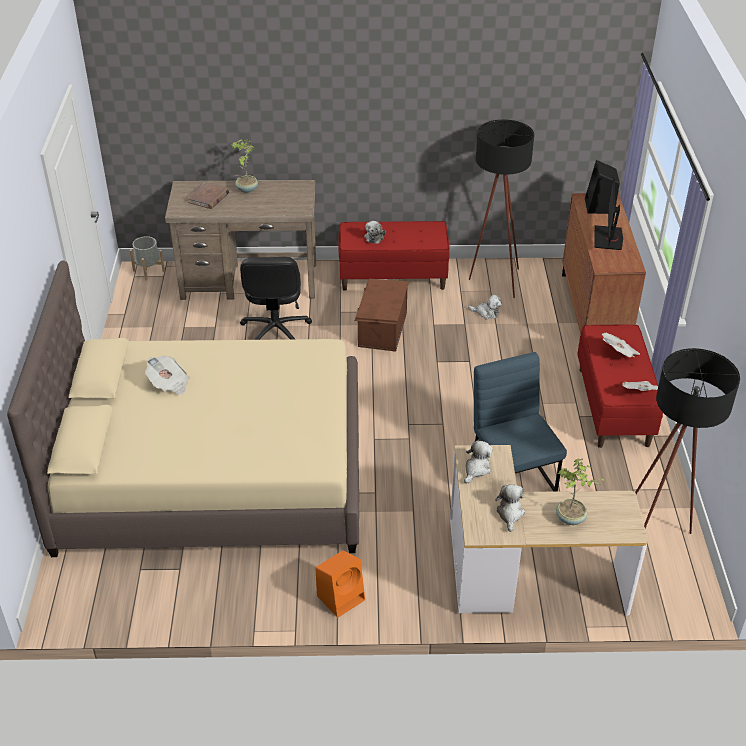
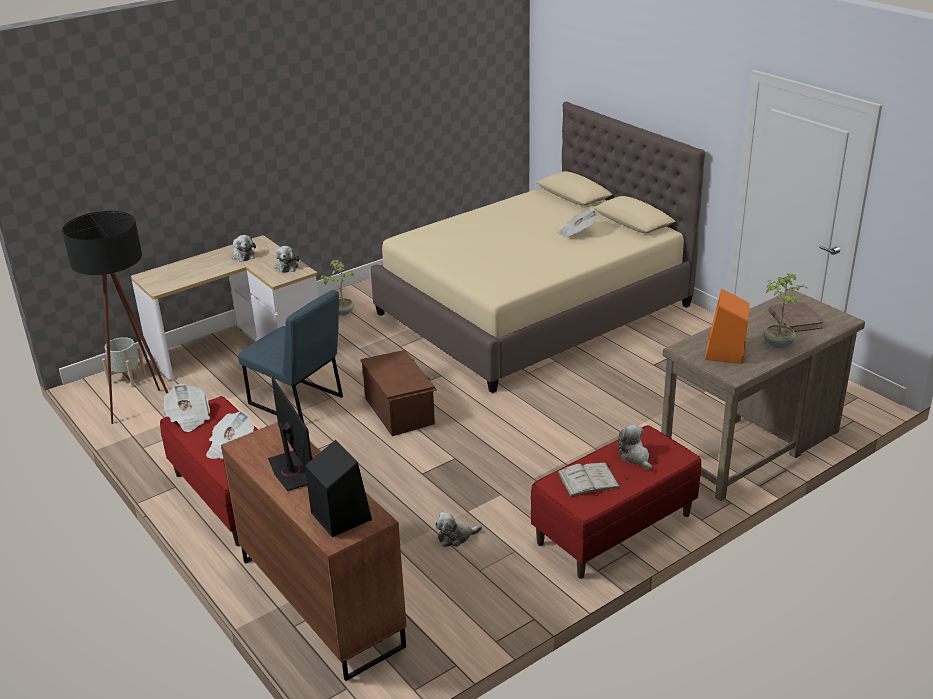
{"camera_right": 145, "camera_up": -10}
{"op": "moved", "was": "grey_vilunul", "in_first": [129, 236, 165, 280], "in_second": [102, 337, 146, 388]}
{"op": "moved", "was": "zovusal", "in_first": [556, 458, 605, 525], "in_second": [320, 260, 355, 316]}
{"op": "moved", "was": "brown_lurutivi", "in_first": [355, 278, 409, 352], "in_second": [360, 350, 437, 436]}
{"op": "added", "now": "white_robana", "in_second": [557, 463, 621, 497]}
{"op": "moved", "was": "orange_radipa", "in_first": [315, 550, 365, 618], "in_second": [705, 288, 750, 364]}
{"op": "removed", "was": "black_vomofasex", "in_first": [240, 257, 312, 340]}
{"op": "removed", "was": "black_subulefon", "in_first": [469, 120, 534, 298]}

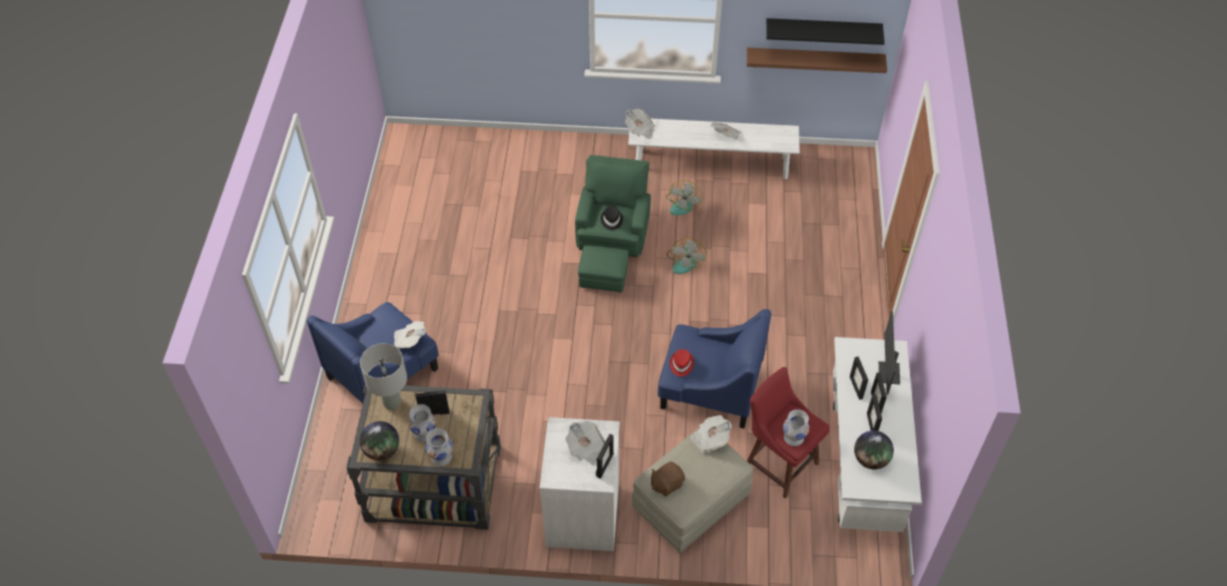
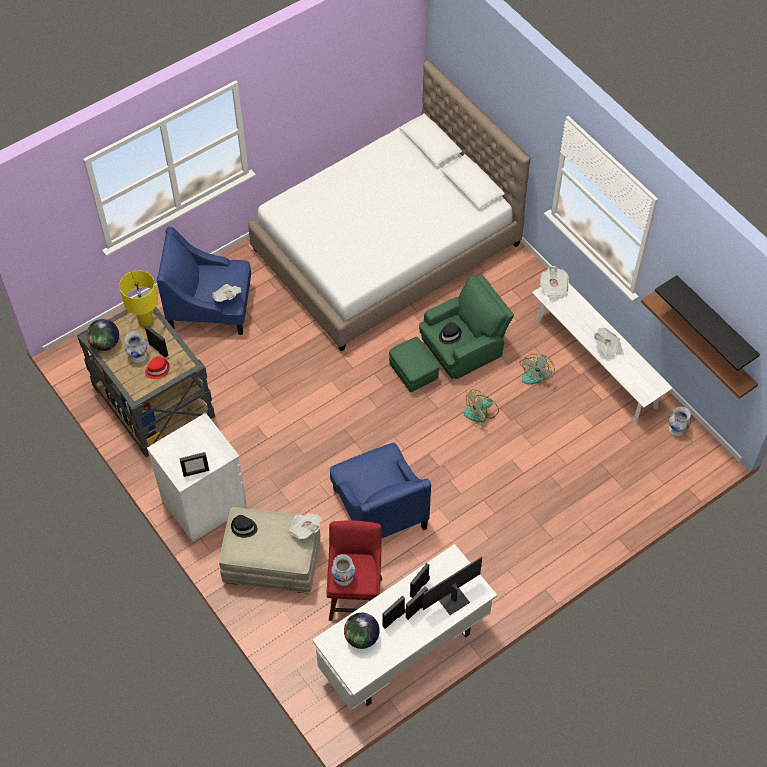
{"camera_right": 50, "camera_up": 5}
{"op": "recoloured", "was": "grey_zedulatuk", "now": "yellow_zedulatuk", "in_first": [360, 343, 407, 410], "in_second": [119, 270, 158, 327]}
{"op": "moved", "was": "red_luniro", "in_first": [670, 349, 694, 377], "in_second": [145, 356, 170, 379]}
{"op": "replaced", "was": "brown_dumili", "now": "black_luniro", "in_first": [651, 462, 685, 497], "in_second": [231, 515, 257, 538]}
{"op": "added", "now": "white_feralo", "in_second": [248, 61, 530, 352]}
{"op": "turned", "was": "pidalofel", "in_first": [666, 180, 703, 215], "in_second": [519, 353, 555, 384], "clockwise": -45}
{"op": "moved", "was": "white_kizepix", "in_first": [425, 428, 453, 466], "in_second": [669, 407, 691, 436]}
{"op": "removed", "was": "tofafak", "in_first": [566, 421, 605, 466]}

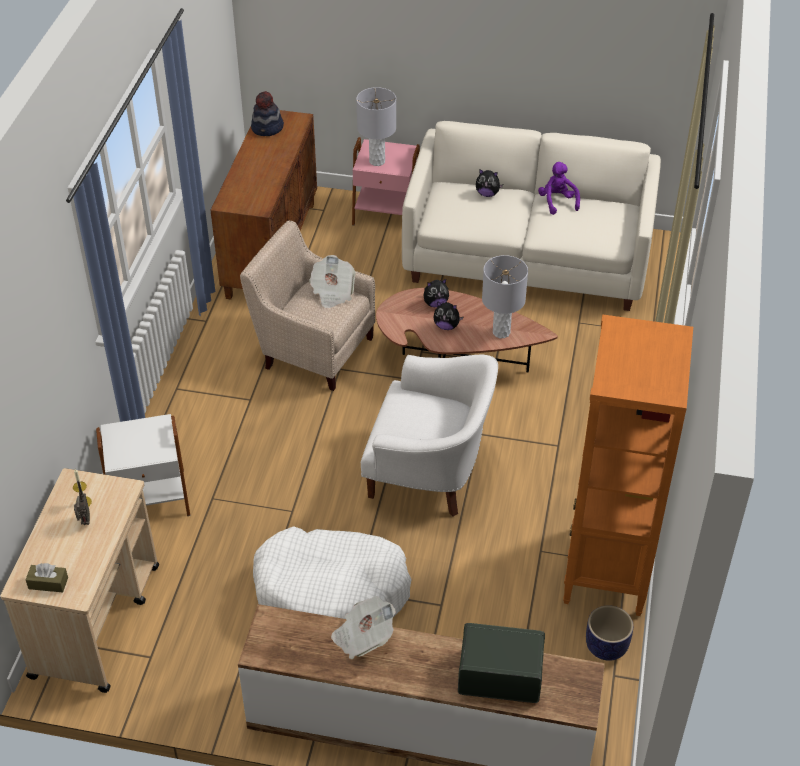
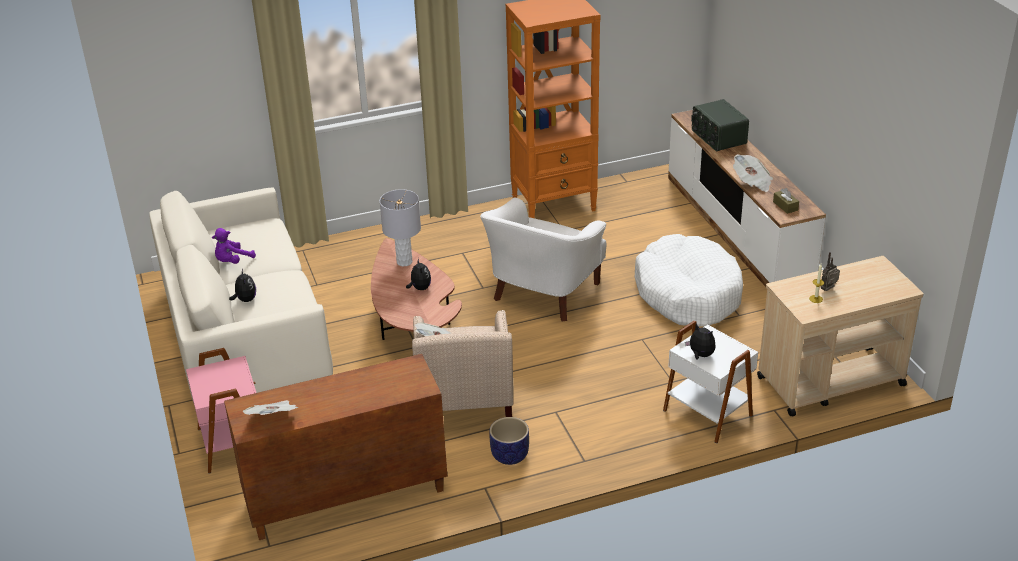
{"camera_right": -120, "camera_up": -10}
{"op": "replaced", "was": "luniro", "now": "tofafak", "in_first": [251, 91, 284, 136], "in_second": [243, 400, 298, 415]}
{"op": "turned", "was": "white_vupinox", "in_first": [361, 355, 498, 517], "in_second": [480, 197, 607, 322], "clockwise": -135}
{"op": "moved", "was": "vilunul", "in_first": [586, 605, 633, 661], "in_second": [489, 417, 529, 465]}
{"op": "moved", "was": "dumili", "in_first": [424, 279, 449, 307], "in_second": [685, 323, 716, 360]}
{"op": "moved", "was": "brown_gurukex", "in_first": [26, 563, 68, 592], "in_second": [773, 188, 799, 214]}
{"op": "removed", "was": "grey_zedulatuk", "in_first": [356, 87, 396, 166]}

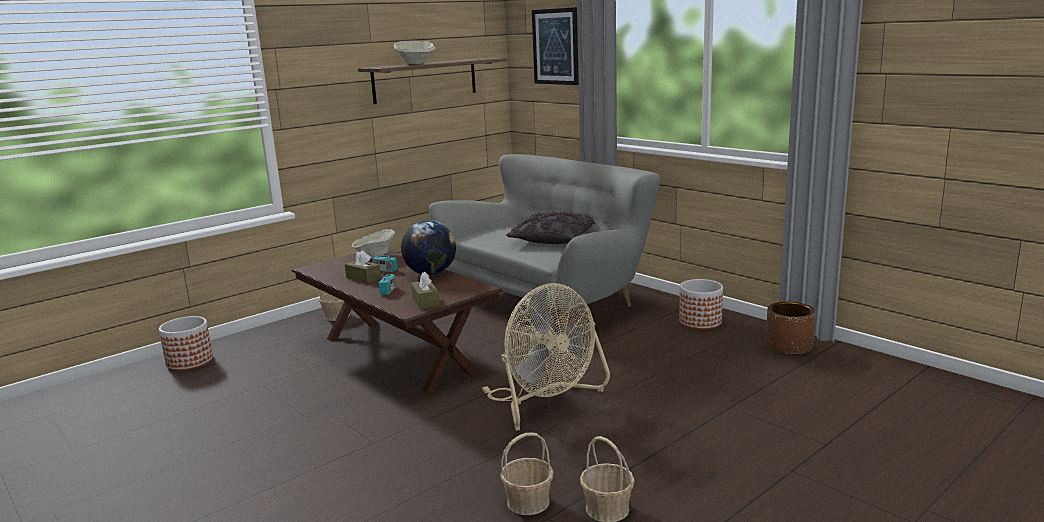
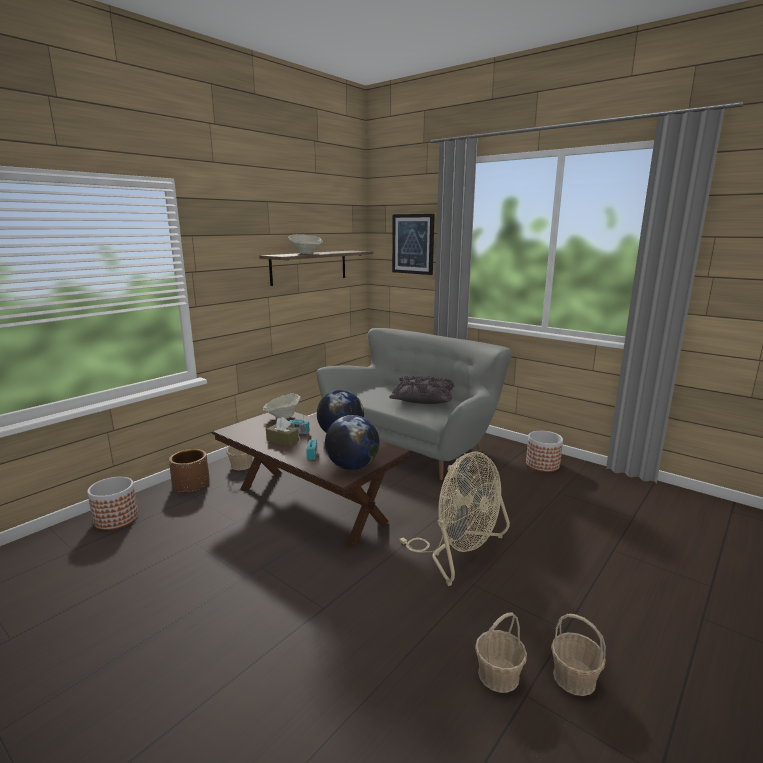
{"camera_right": -10, "camera_up": 0}
{"op": "moved", "was": "brown_vilunul", "in_first": [765, 301, 816, 355], "in_second": [169, 449, 210, 492]}
{"op": "replaced", "was": "brown_gurukex", "now": "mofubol", "in_first": [411, 271, 440, 309], "in_second": [325, 415, 380, 470]}

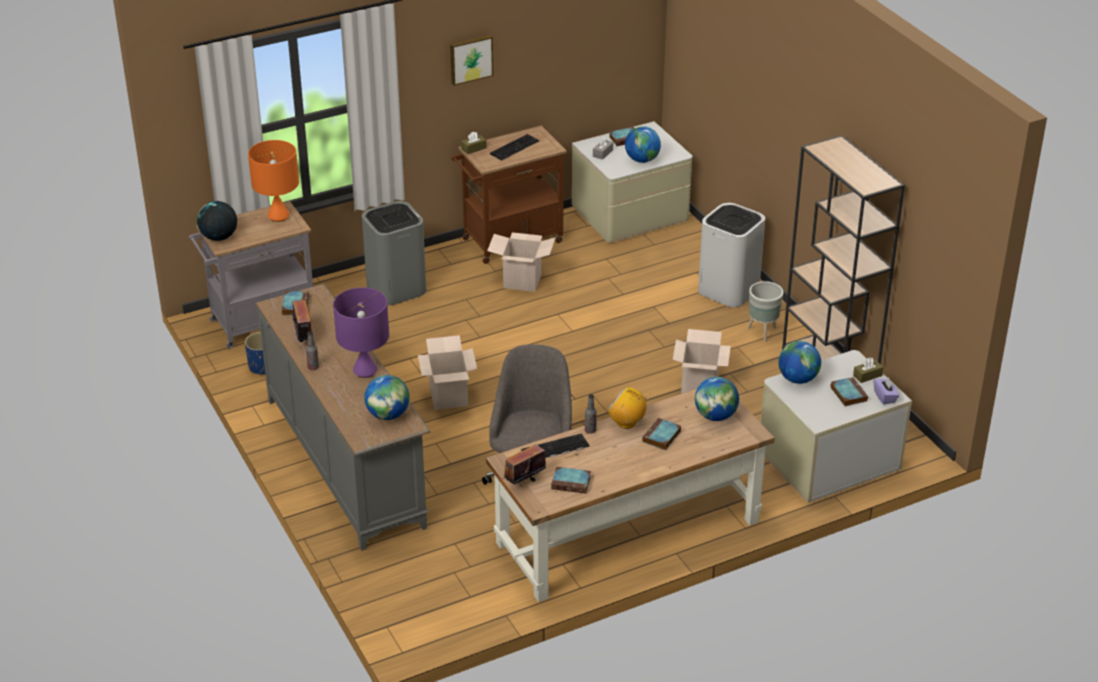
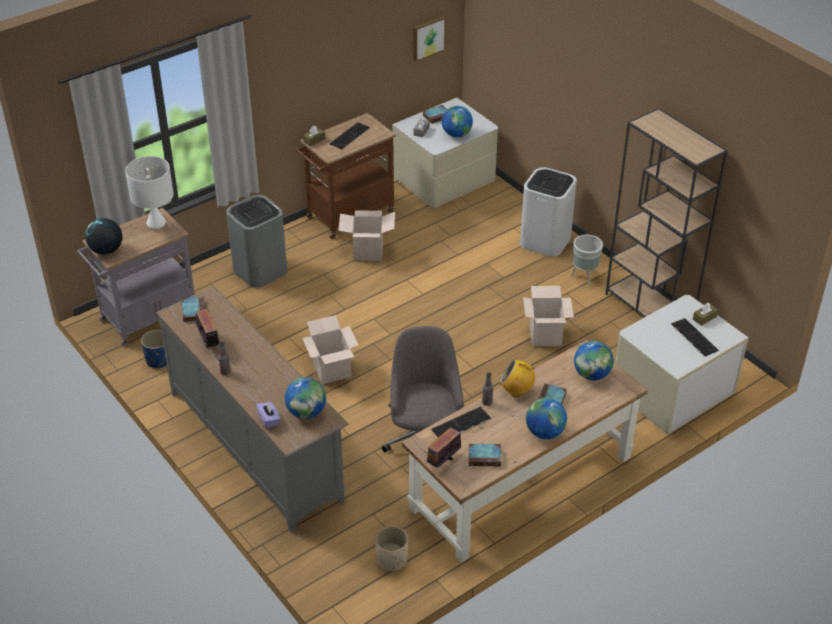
{"camera_right": -10, "camera_up": 5}
{"op": "recoloured", "was": "orange_zedulatuk", "now": "white_zedulatuk", "in_first": [248, 140, 299, 222], "in_second": [125, 156, 174, 229]}
{"op": "moved", "was": "purple_gurukex", "in_first": [874, 377, 899, 404], "in_second": [256, 402, 280, 429]}
{"op": "added", "now": "beige_vilunul", "in_second": [375, 526, 408, 572]}
{"op": "moved", "was": "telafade", "in_first": [450, 35, 494, 86], "in_second": [413, 16, 446, 61]}
{"op": "moved", "was": "mofubol", "in_first": [778, 341, 821, 384], "in_second": [526, 398, 567, 439]}
{"op": "replaced", "was": "robana", "now": "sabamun", "in_first": [830, 377, 868, 406], "in_second": [671, 318, 719, 357]}
{"op": "removed", "was": "purple_zedulatuk", "in_first": [333, 287, 389, 378]}

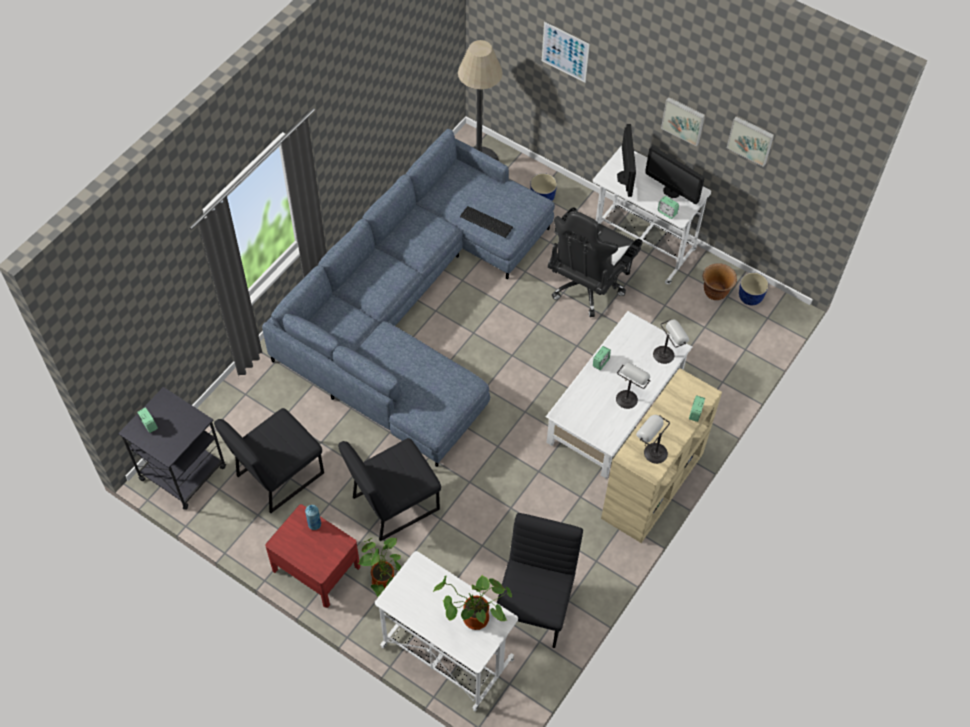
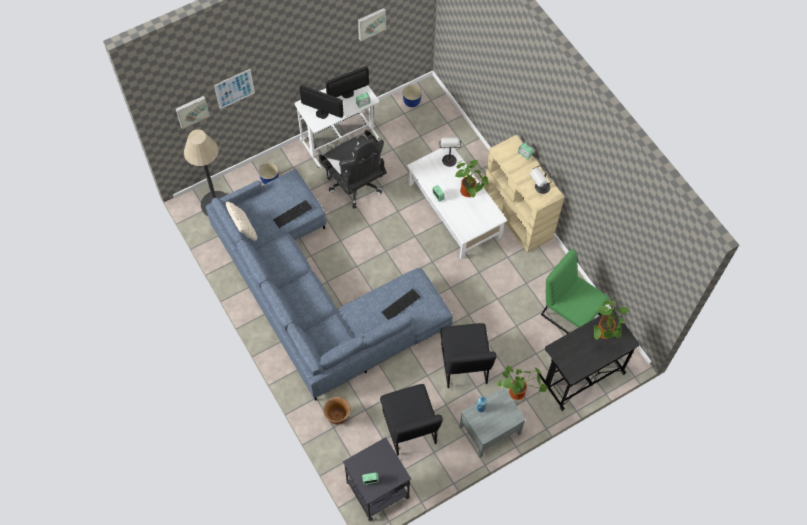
{"camera_right": -65, "camera_up": 5}
{"op": "moved", "was": "telafade", "in_first": [661, 97, 705, 146], "in_second": [176, 96, 210, 129]}
{"op": "added", "now": "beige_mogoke", "in_second": [226, 201, 257, 241]}
{"op": "moved", "was": "brown_vilunul", "in_first": [703, 263, 737, 300], "in_second": [323, 397, 350, 425]}
{"op": "added", "now": "sabamun", "in_second": [381, 289, 420, 320]}
{"op": "replaced", "was": "zedulatuk", "now": "zovusal", "in_first": [616, 363, 650, 409], "in_second": [454, 160, 489, 198]}
{"op": "recoloured", "was": "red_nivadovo", "now": "grey_nivadovo", "in_first": [265, 504, 360, 608], "in_second": [460, 388, 525, 458]}
{"op": "recoloured", "was": "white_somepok", "now": "black_somepok", "in_first": [375, 551, 518, 711], "in_second": [539, 309, 640, 411]}
{"op": "recoloured", "was": "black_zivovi", "now": "green_zivovi", "in_first": [497, 513, 583, 648], "in_second": [541, 249, 609, 334]}

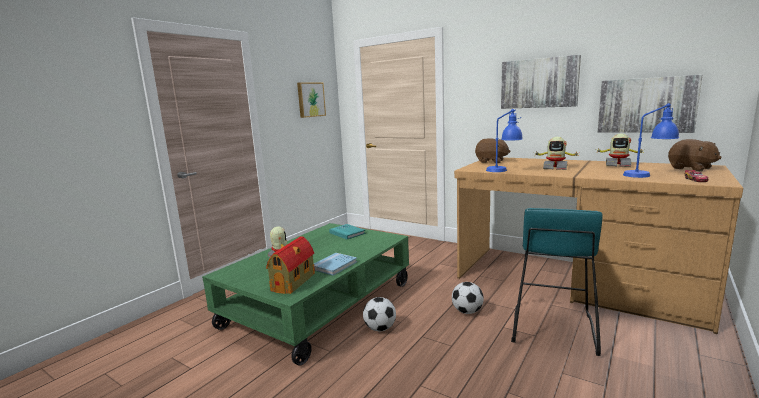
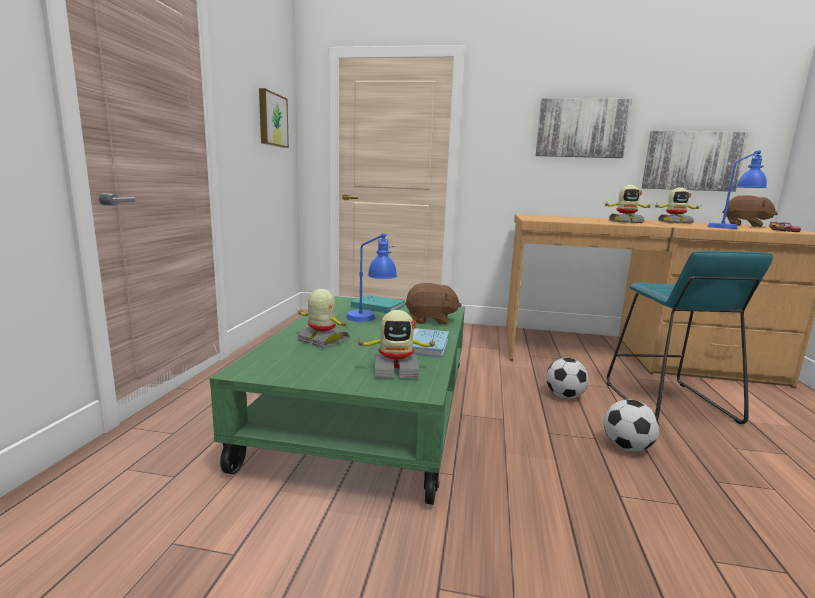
{"camera_right": -25, "camera_up": 0}
{"op": "moved", "was": "blue_zedulatuk", "in_first": [486, 109, 523, 172], "in_second": [346, 233, 397, 322]}
{"op": "replaced", "was": "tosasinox", "now": "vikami", "in_first": [266, 236, 315, 294], "in_second": [355, 310, 437, 378]}
{"op": "moved", "was": "brown_dumili", "in_first": [475, 138, 511, 163], "in_second": [405, 283, 462, 325]}
{"op": "moved", "was": "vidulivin", "in_first": [363, 297, 396, 331], "in_second": [604, 400, 660, 451]}

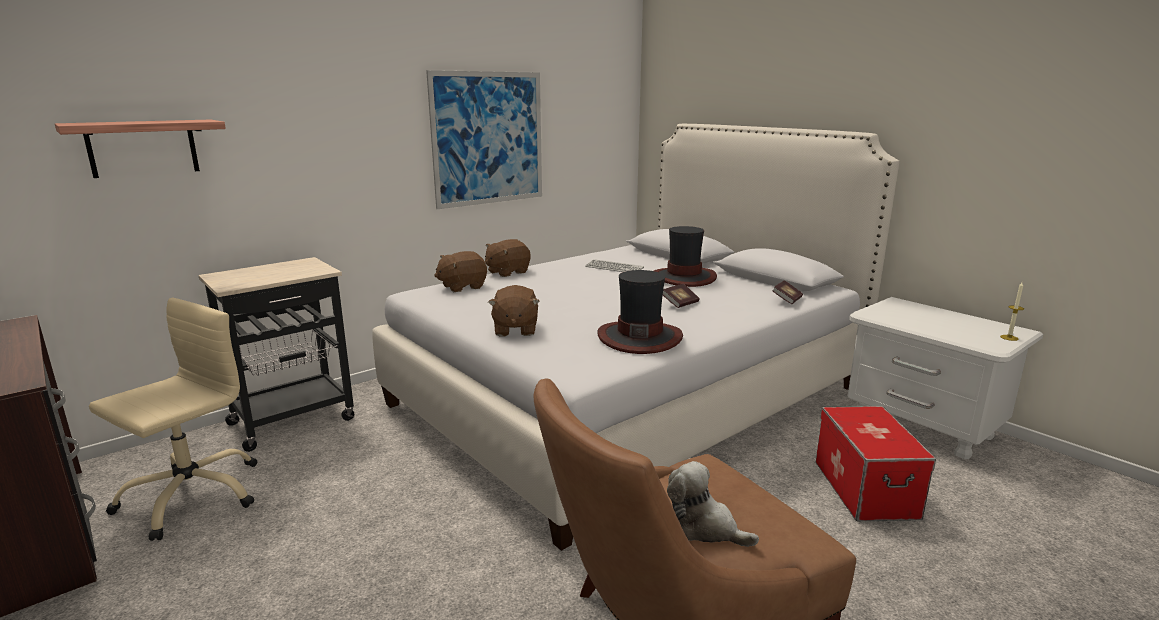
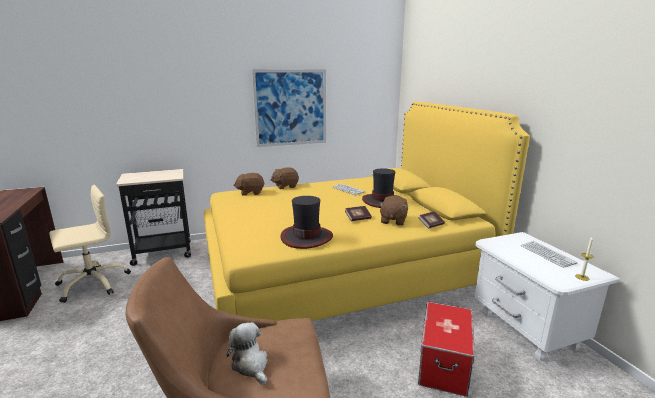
{"camera_right": 20, "camera_up": 0}
{"op": "recoloured", "was": "white_feralo", "now": "yellow_feralo", "in_first": [372, 124, 899, 551], "in_second": [204, 102, 530, 324]}
{"op": "moved", "was": "brown_dumili", "in_first": [488, 285, 540, 336], "in_second": [379, 195, 408, 226]}
{"op": "added", "now": "sabamun", "in_second": [521, 241, 578, 268]}
{"op": "removed", "was": "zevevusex", "in_first": [55, 120, 226, 178]}

